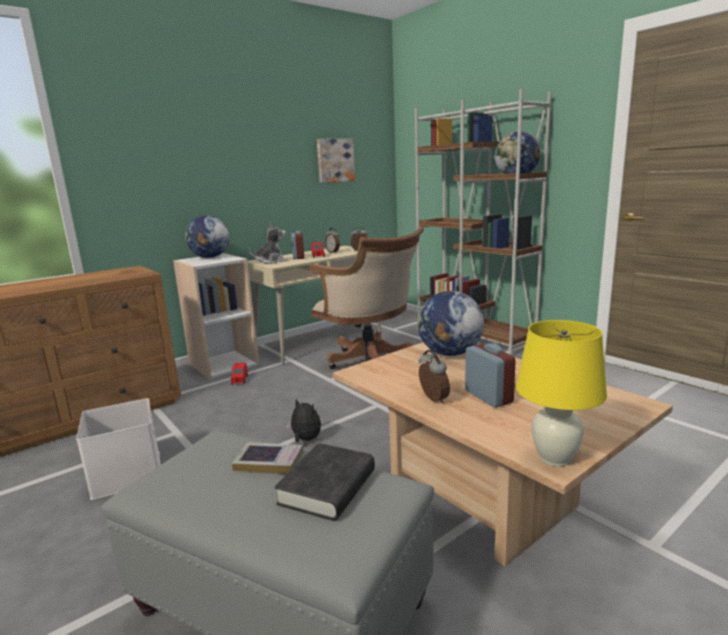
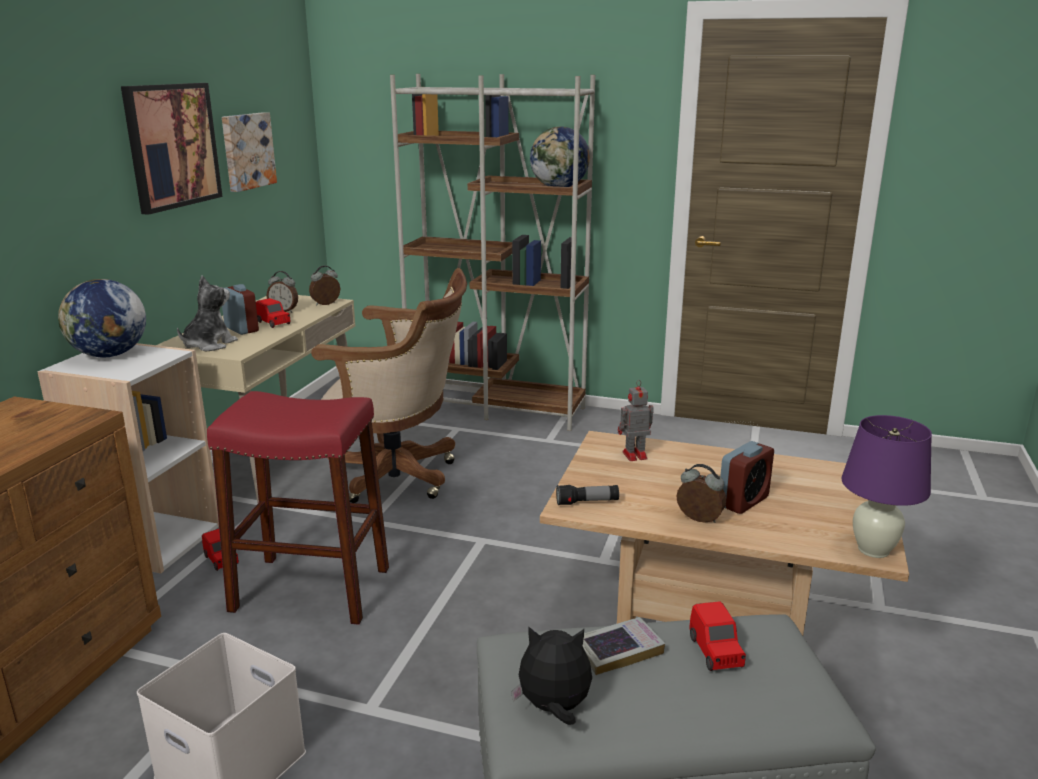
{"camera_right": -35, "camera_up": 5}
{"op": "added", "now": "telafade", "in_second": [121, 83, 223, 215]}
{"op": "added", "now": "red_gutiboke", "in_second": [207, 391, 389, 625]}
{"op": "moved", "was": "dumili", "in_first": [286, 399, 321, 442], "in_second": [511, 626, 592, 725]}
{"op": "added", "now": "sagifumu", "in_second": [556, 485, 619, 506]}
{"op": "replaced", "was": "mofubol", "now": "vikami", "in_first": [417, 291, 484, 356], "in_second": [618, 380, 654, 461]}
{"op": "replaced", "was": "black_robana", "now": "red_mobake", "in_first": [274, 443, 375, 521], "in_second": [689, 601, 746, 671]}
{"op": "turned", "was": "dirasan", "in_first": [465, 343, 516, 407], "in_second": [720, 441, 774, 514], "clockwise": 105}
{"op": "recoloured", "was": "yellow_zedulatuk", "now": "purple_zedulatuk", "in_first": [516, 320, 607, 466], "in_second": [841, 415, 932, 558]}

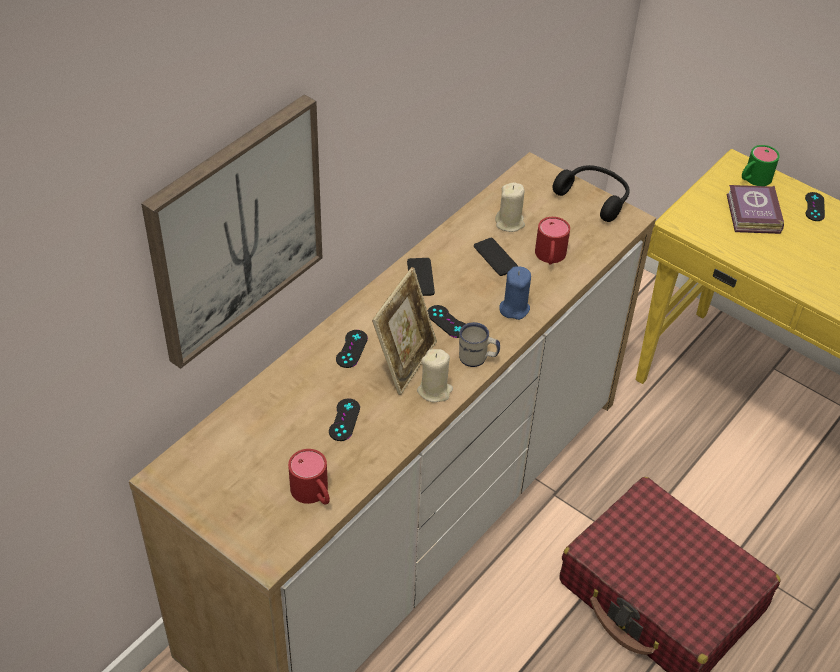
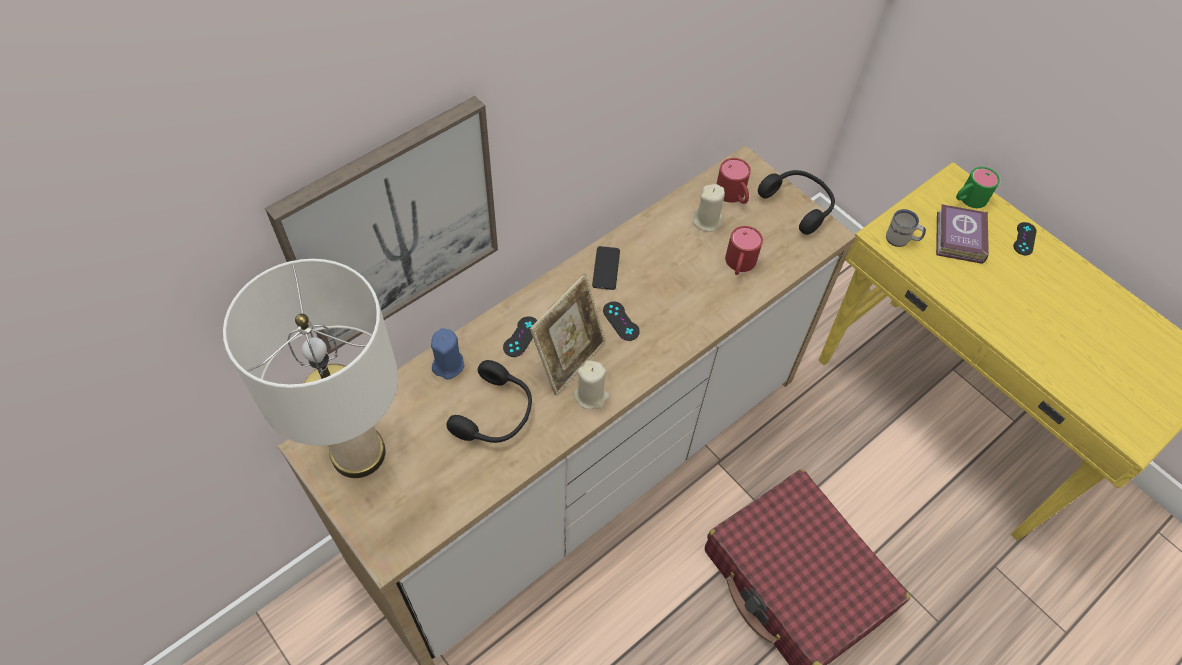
{"camera_right": 10, "camera_up": 10}
{"op": "added", "now": "white_zedulatuk", "in_second": [223, 259, 398, 478]}
{"op": "moved", "was": "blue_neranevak", "in_first": [499, 266, 531, 320], "in_second": [431, 328, 465, 380]}
{"op": "replaced", "was": "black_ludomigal", "now": "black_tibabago", "in_first": [329, 398, 360, 441], "in_second": [446, 360, 532, 443]}
{"op": "moved", "was": "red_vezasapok", "in_first": [288, 449, 330, 504], "in_second": [717, 158, 751, 204]}
{"op": "moved", "was": "white_vezasapok", "in_first": [459, 322, 500, 367], "in_second": [886, 209, 926, 247]}
{"op": "removed", "was": "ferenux", "in_first": [474, 238, 518, 276]}

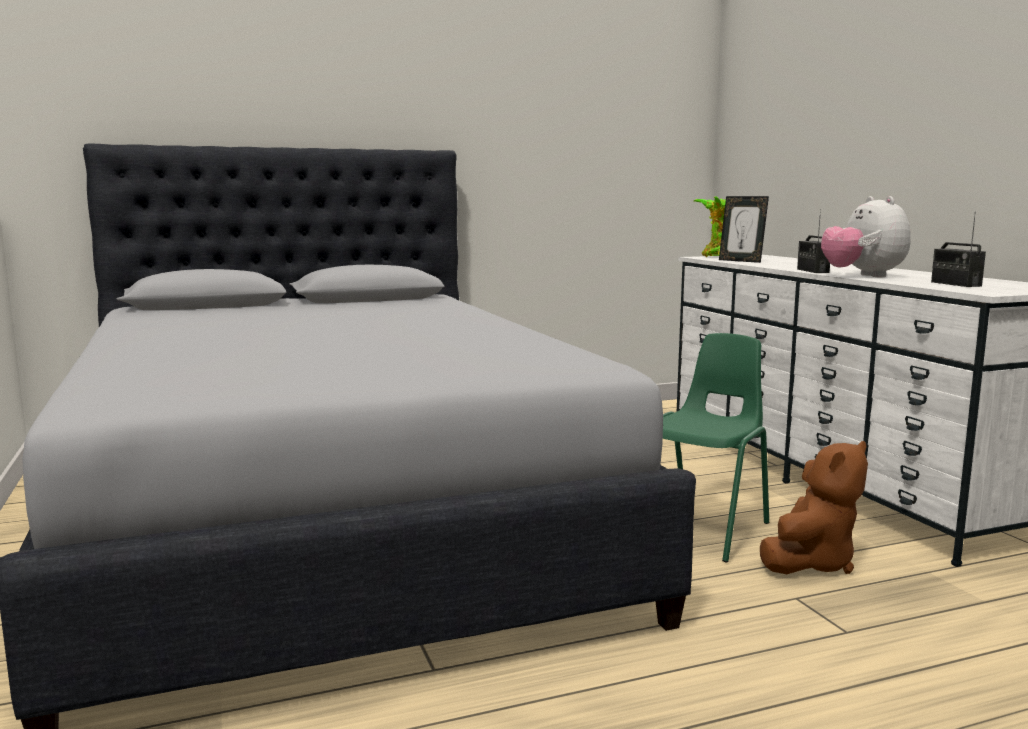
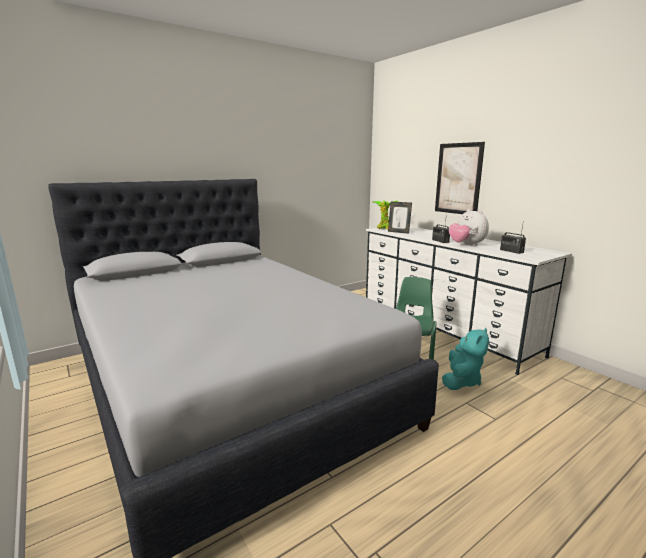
{"camera_right": -15, "camera_up": 5}
{"op": "added", "now": "telafade", "in_second": [435, 142, 485, 214]}
{"op": "recoloured", "was": "brown_dumili", "now": "turquoise_dumili", "in_first": [760, 441, 868, 574], "in_second": [442, 328, 489, 390]}

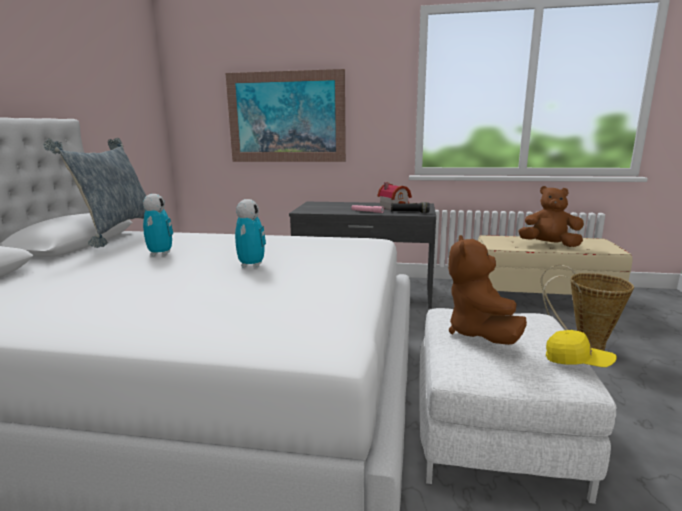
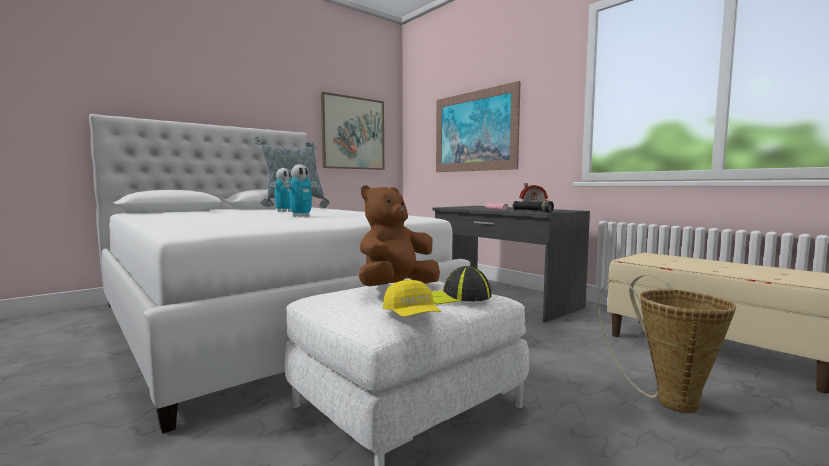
{"camera_right": 40, "camera_up": -10}
{"op": "added", "now": "telafade", "in_second": [321, 92, 384, 170]}
{"op": "added", "now": "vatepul", "in_second": [431, 266, 491, 305]}
{"op": "removed", "was": "brown_dumili", "in_first": [518, 186, 584, 247]}

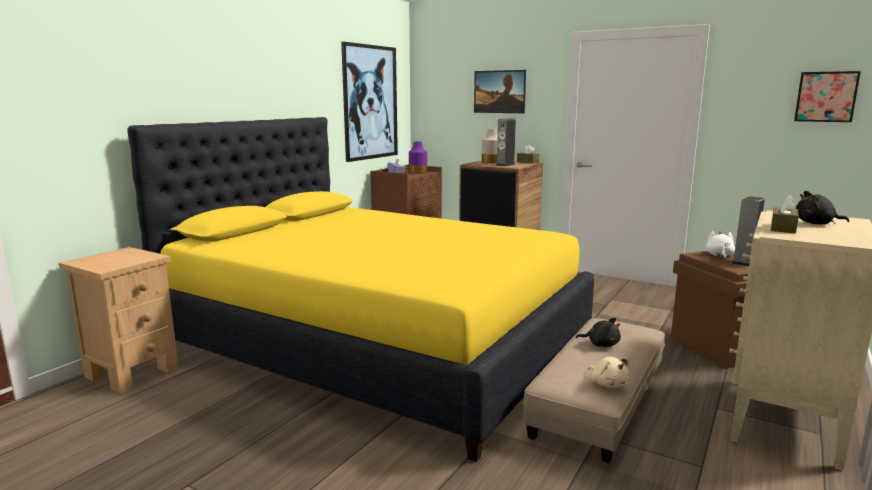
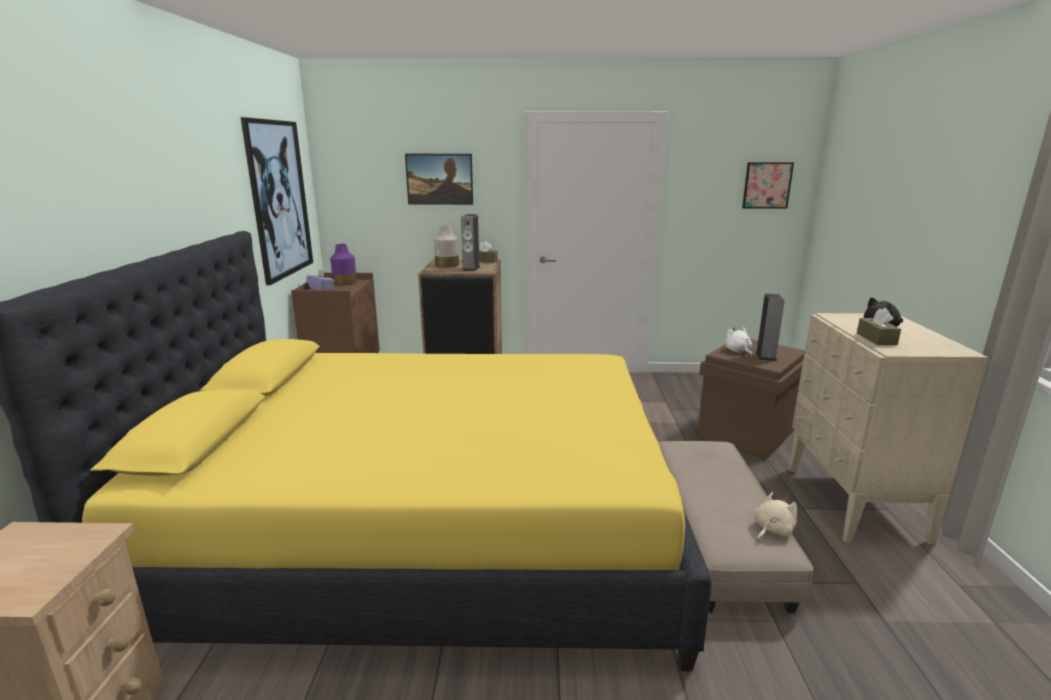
{"camera_right": -30, "camera_up": 5}
{"op": "turned", "was": "beige_dumili", "in_first": [588, 357, 629, 388], "in_second": [754, 492, 797, 541], "clockwise": -75}
{"op": "removed", "was": "black_dumili", "in_first": [576, 318, 621, 347]}

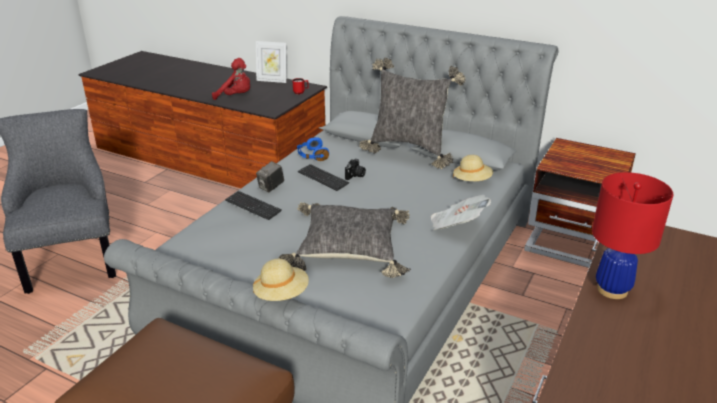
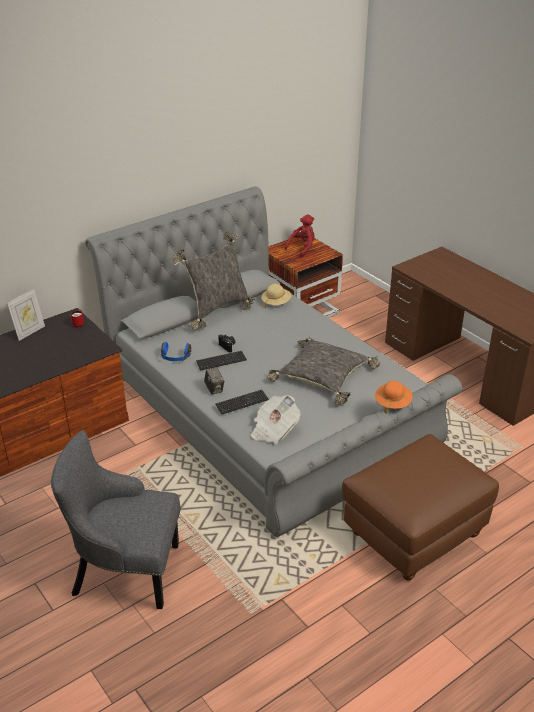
{"camera_right": -65, "camera_up": 5}
{"op": "moved", "was": "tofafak", "in_first": [431, 195, 491, 230], "in_second": [251, 395, 301, 444]}
{"op": "moved", "was": "red_dumili", "in_first": [212, 58, 250, 100], "in_second": [284, 214, 315, 257]}
{"op": "recoloured", "was": "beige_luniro", "now": "orange_luniro", "in_first": [253, 259, 309, 301], "in_second": [375, 381, 413, 413]}
{"op": "removed", "was": "red_zedulatuk", "in_first": [592, 172, 674, 299]}

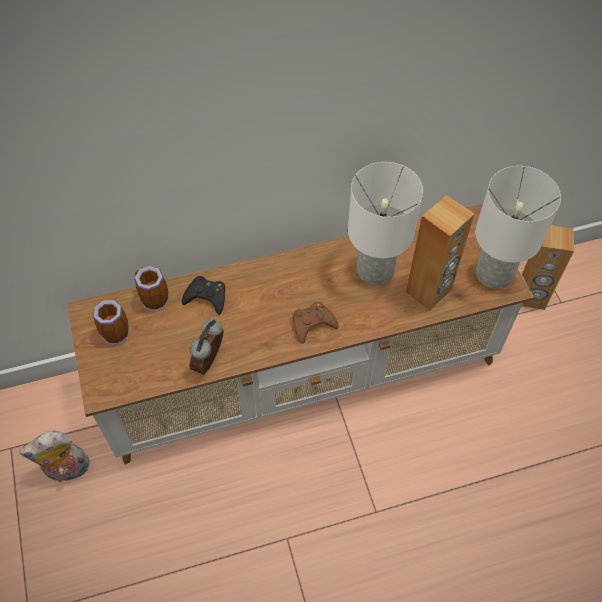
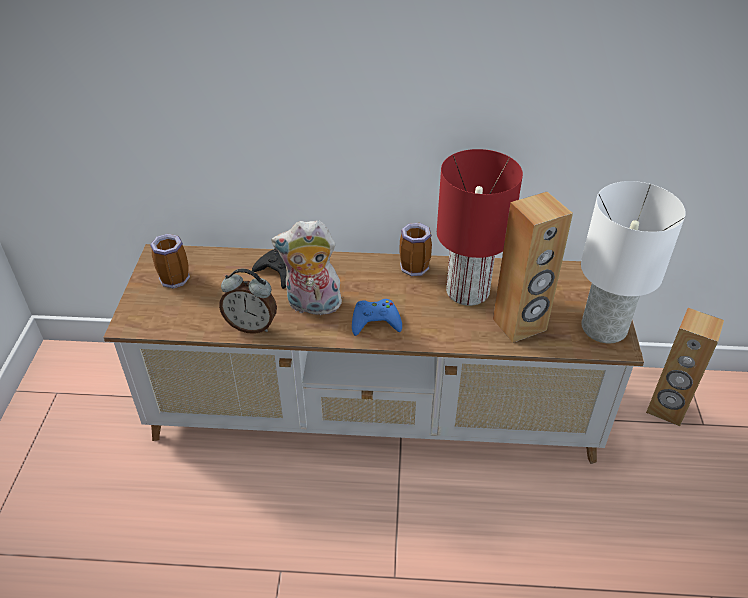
{"camera_right": 20, "camera_up": -15}
{"op": "turned", "was": "dirasan", "in_first": [189, 319, 223, 375], "in_second": [219, 269, 277, 334], "clockwise": -120}
{"op": "moved", "was": "dumili", "in_first": [19, 431, 90, 482], "in_second": [271, 220, 342, 315]}
{"op": "recoloured", "was": "brown_ludomigal", "now": "blue_ludomigal", "in_first": [293, 302, 338, 344], "in_second": [352, 299, 402, 336]}
{"op": "moved", "was": "vezasapok", "in_first": [134, 266, 169, 312], "in_second": [399, 223, 432, 276]}
{"op": "recoloured", "was": "white_zedulatuk", "now": "red_zedulatuk", "in_first": [348, 162, 423, 285], "in_second": [437, 149, 523, 306]}

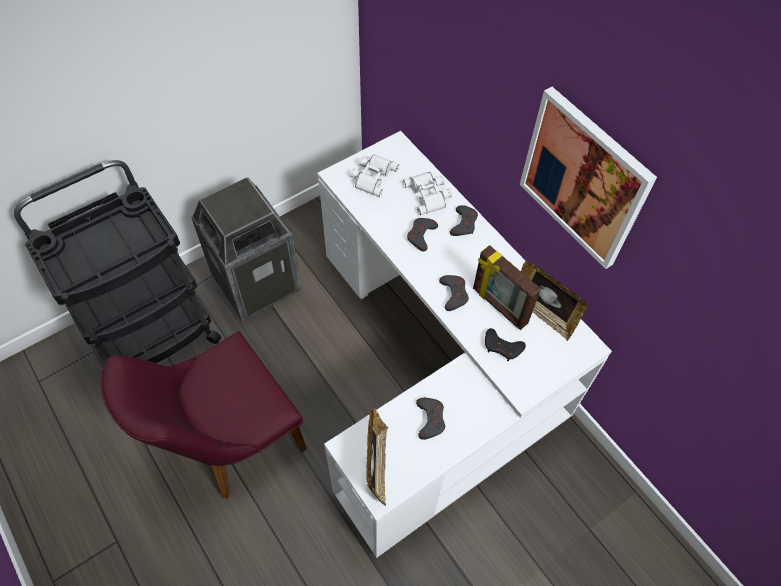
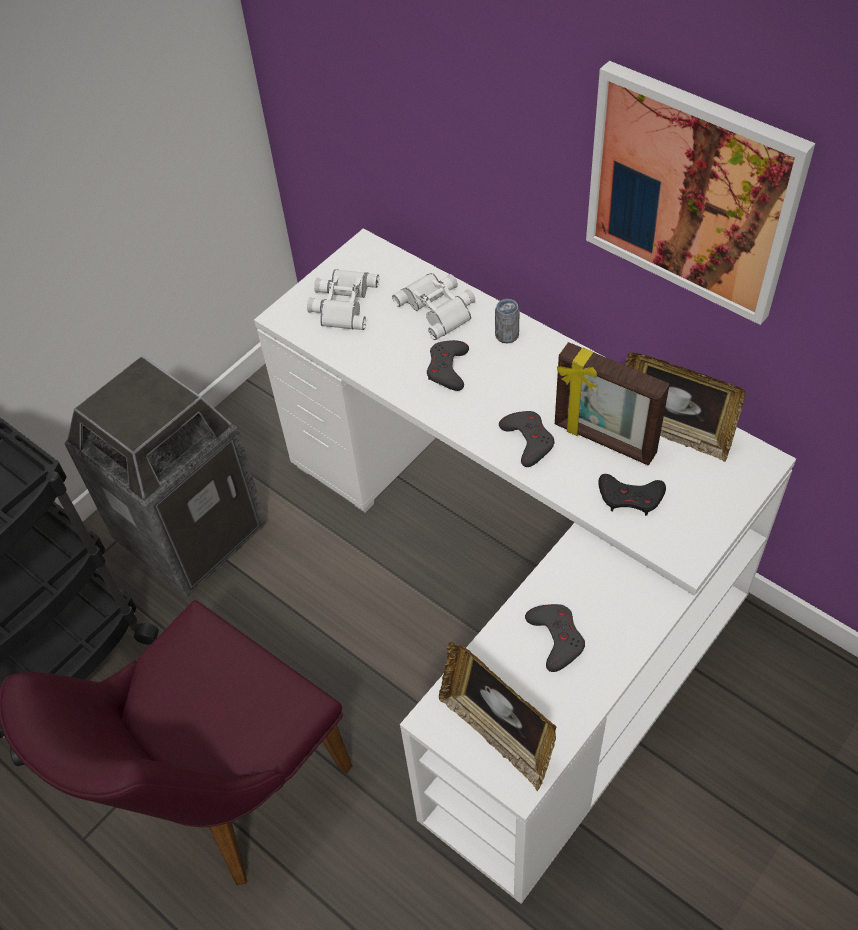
{"camera_right": -10, "camera_up": -5}
{"op": "turned", "was": "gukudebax", "in_first": [366, 406, 388, 506], "in_second": [439, 642, 557, 791], "clockwise": 150}
{"op": "replaced", "was": "grey_ludomigal", "now": "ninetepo", "in_first": [450, 205, 478, 236], "in_second": [495, 299, 520, 344]}

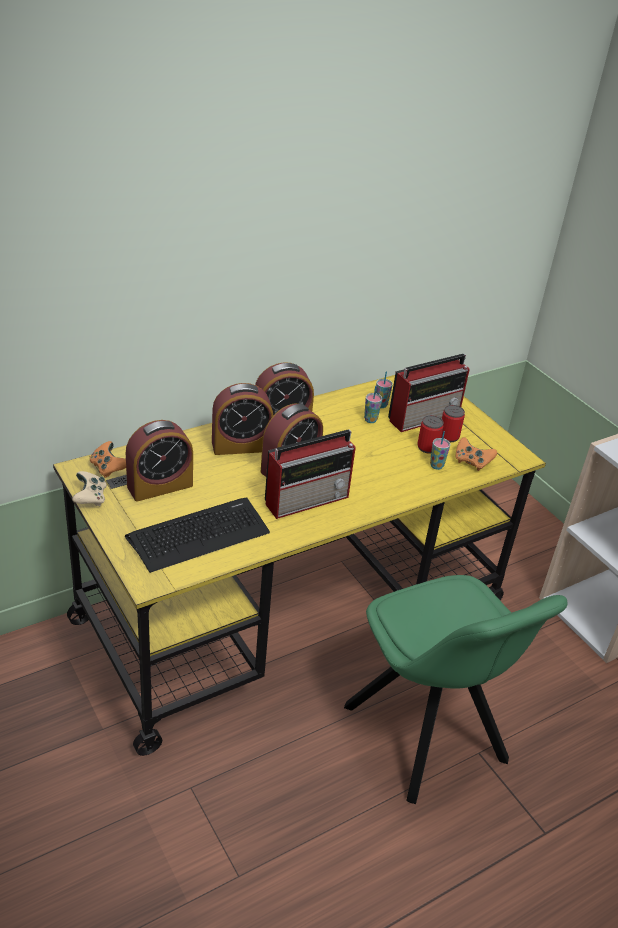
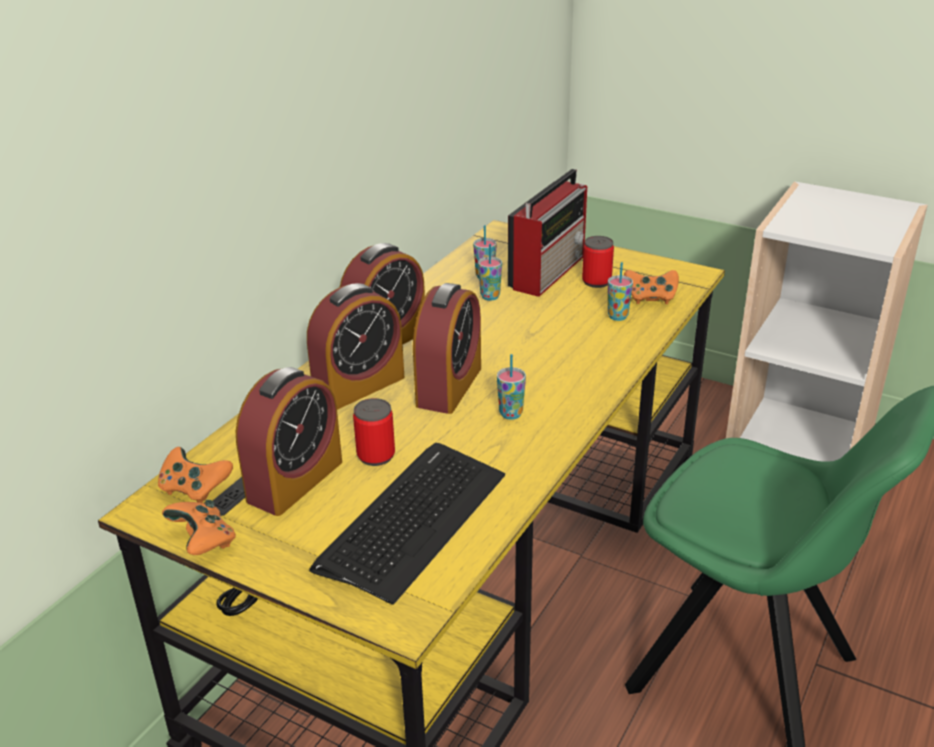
{"camera_right": -25, "camera_up": -5}
{"op": "recoloured", "was": "beige_ludomigal", "now": "orange_ludomigal", "in_first": [72, 471, 107, 506], "in_second": [162, 500, 236, 555]}
{"op": "moved", "was": "ninetepo", "in_first": [417, 415, 443, 454], "in_second": [353, 398, 395, 466]}
{"op": "replaced", "was": "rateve", "now": "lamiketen", "in_first": [265, 429, 356, 519], "in_second": [497, 354, 526, 420]}

